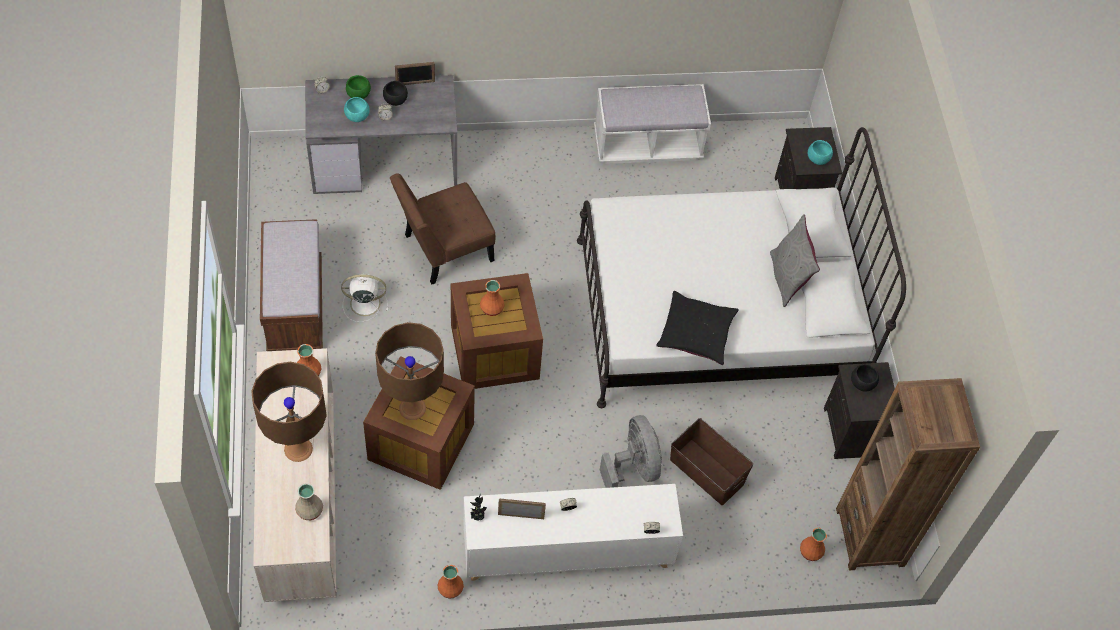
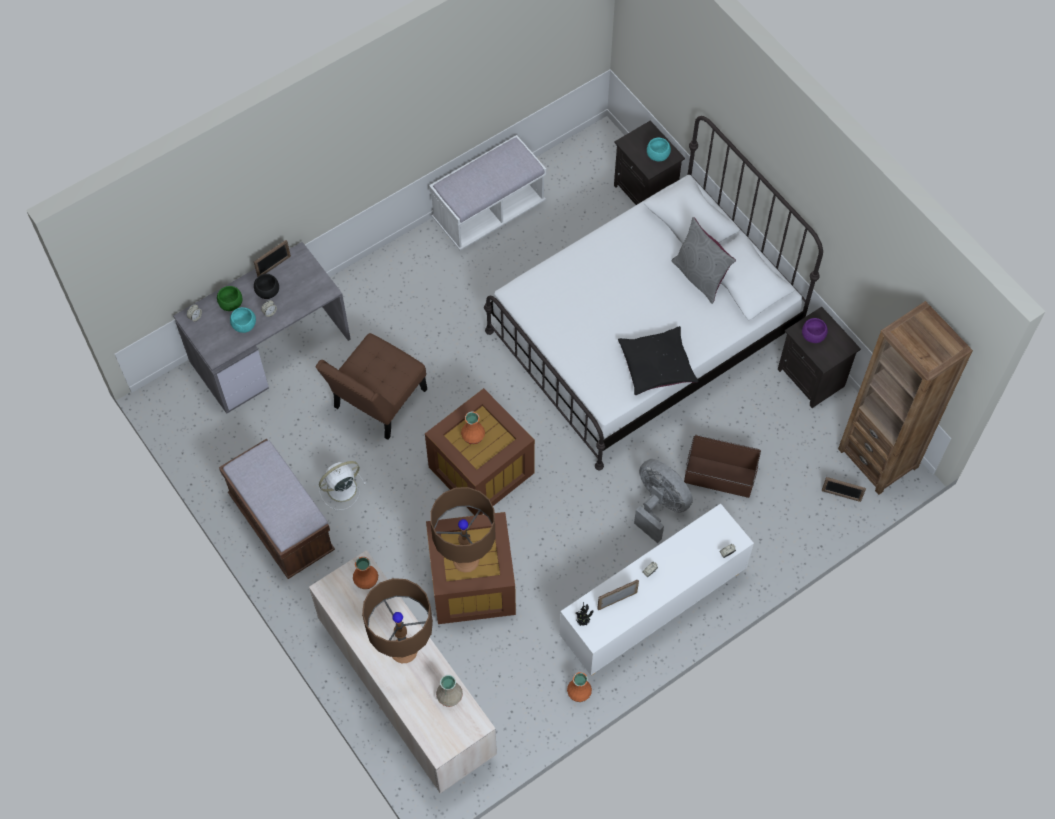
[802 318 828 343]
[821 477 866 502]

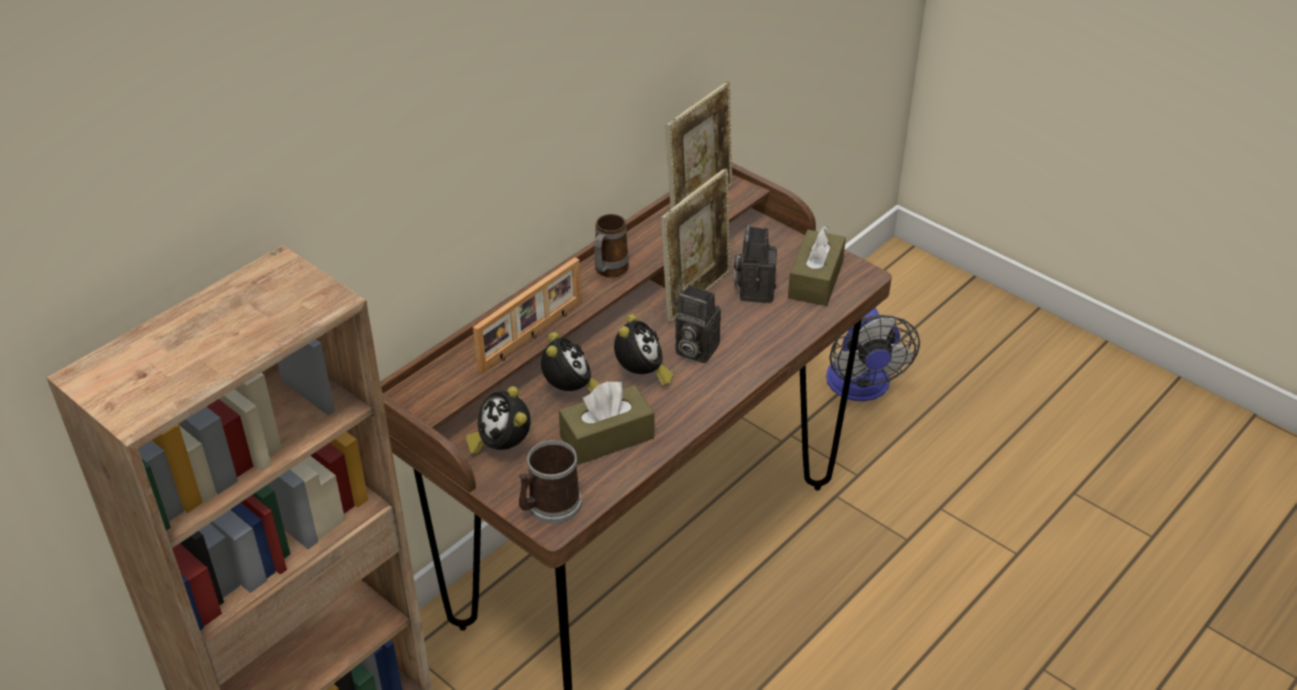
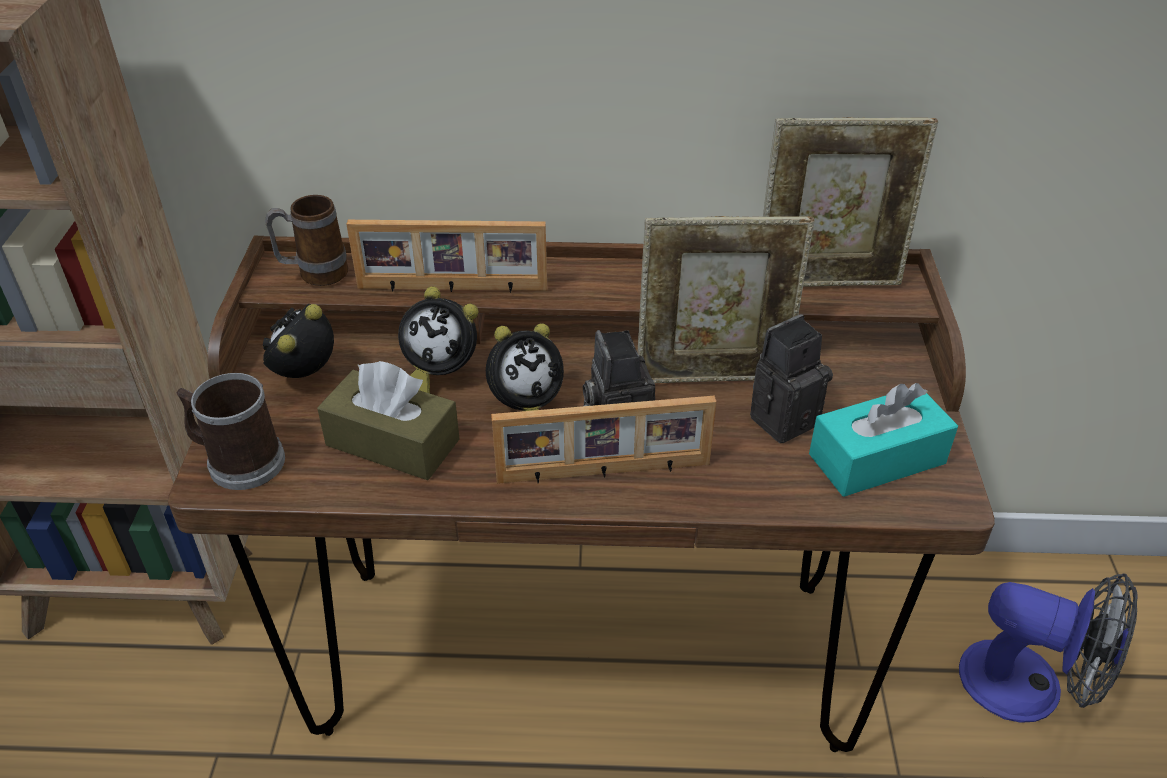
[265 195 348 286]
[398 286 478 393]
[491 396 716 484]
[809 383 958 497]
[959 574 1138 723]

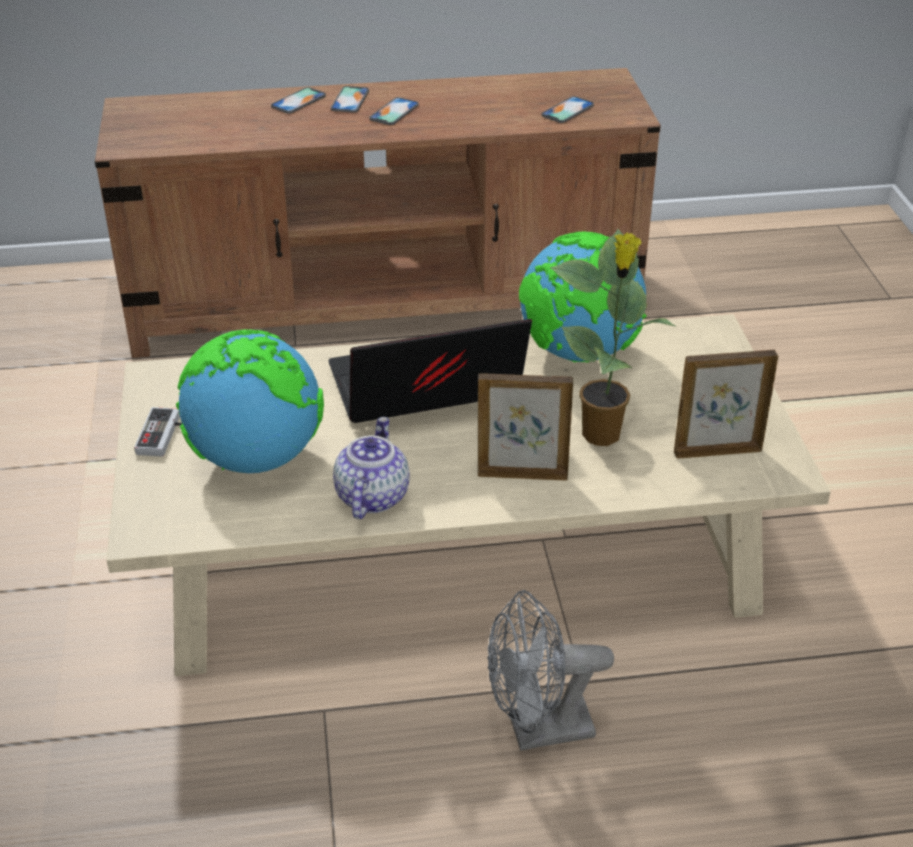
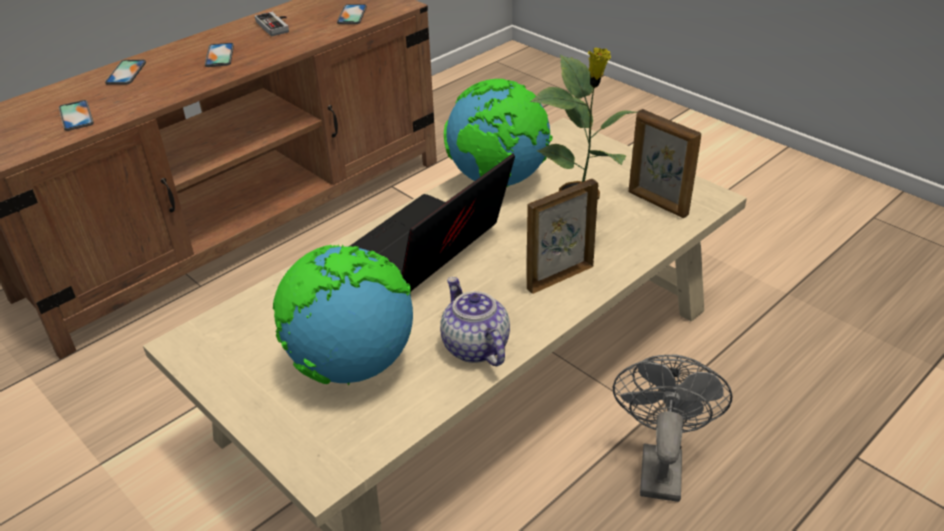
[59 100 94 131]
[255 12 289 36]
[613 355 732 502]
[629 109 701 218]

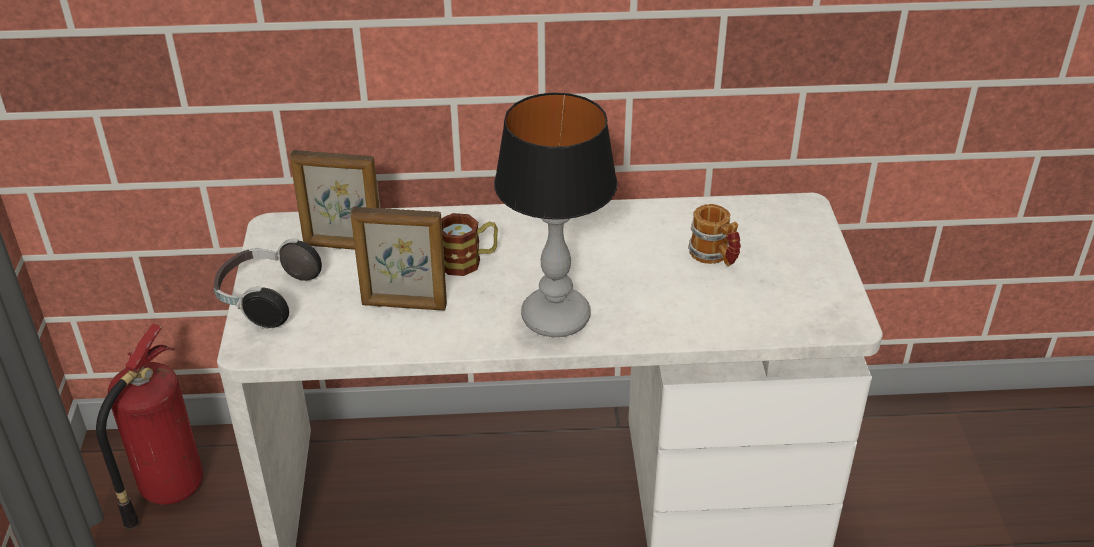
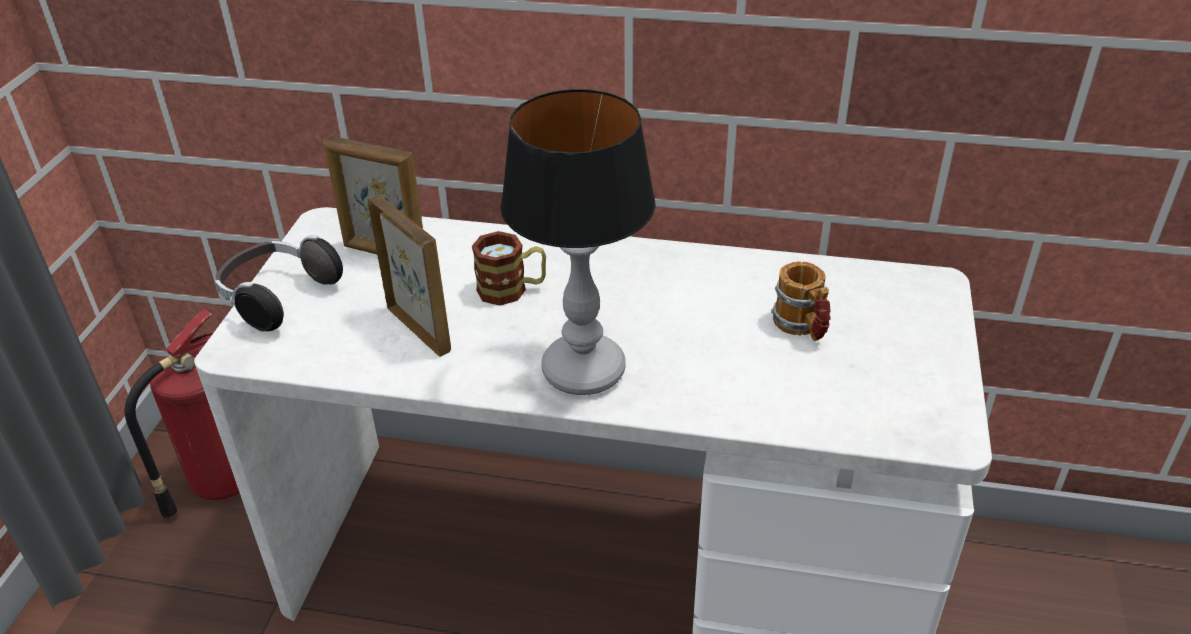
[368 195 451 357]

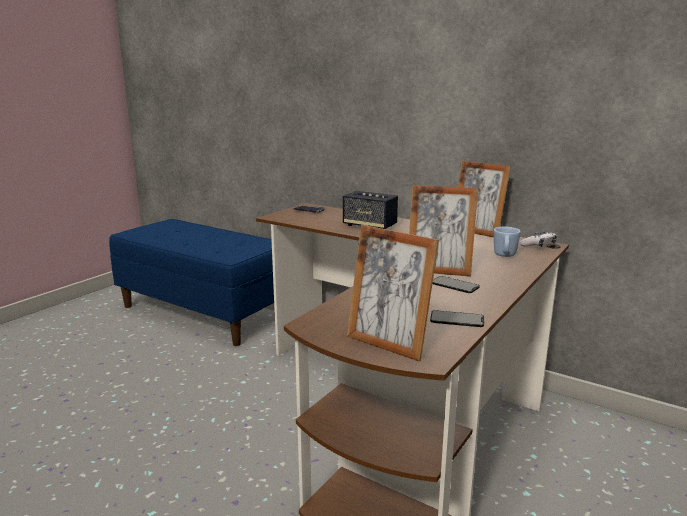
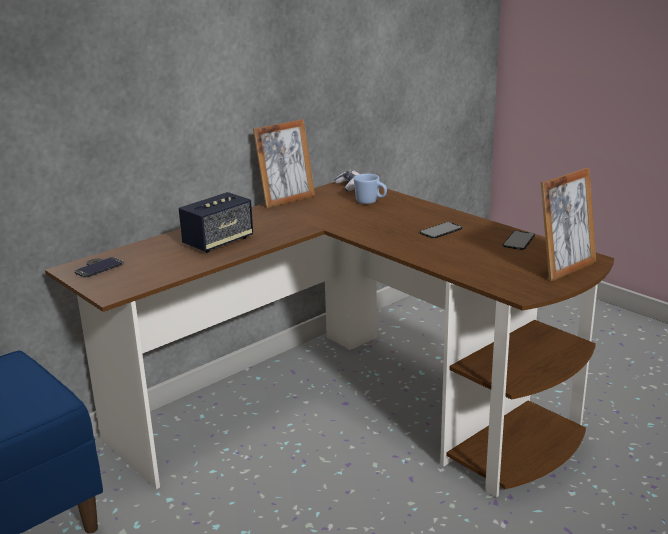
[409 185 478 277] (first image)

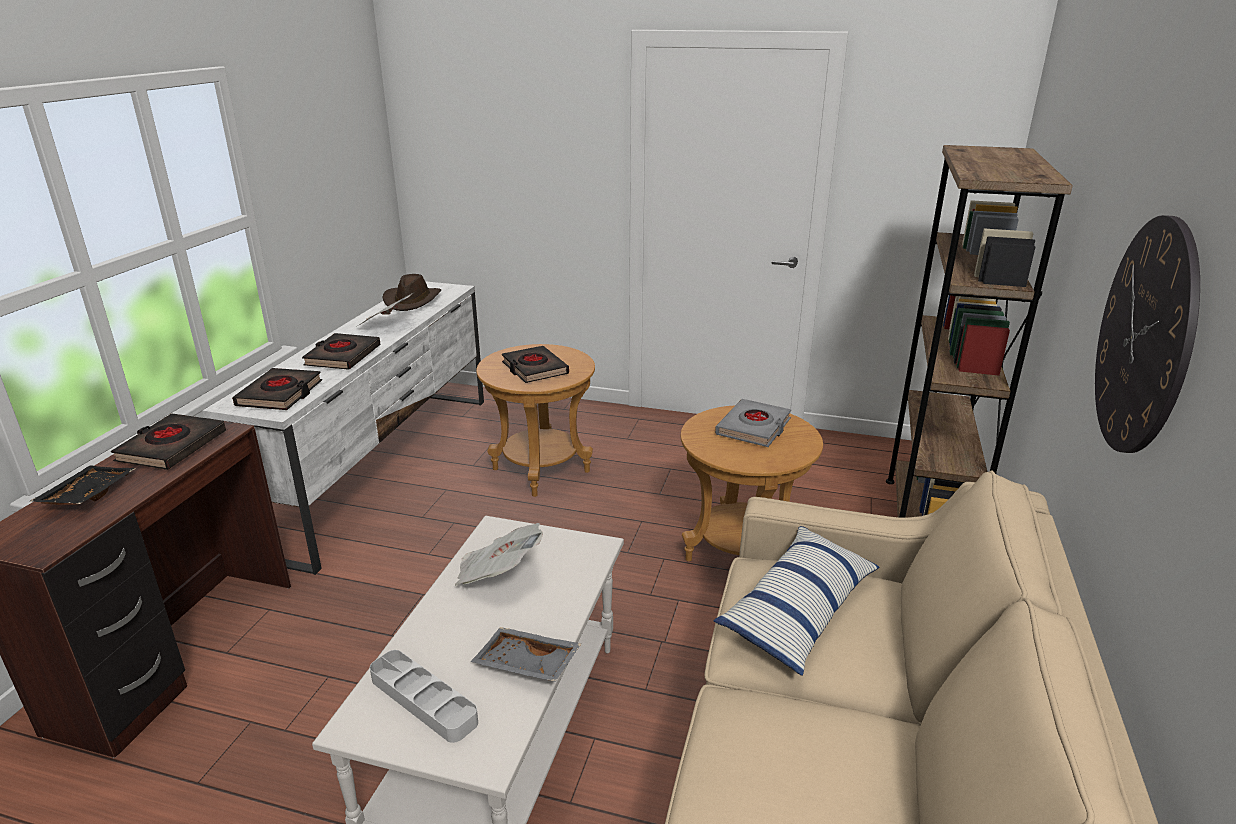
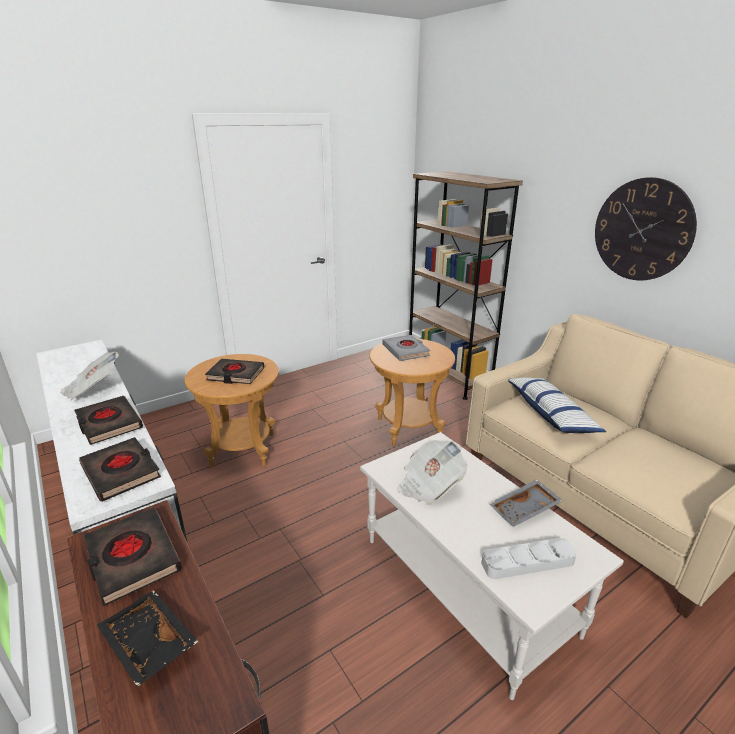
[382 274 441 311] (first image)

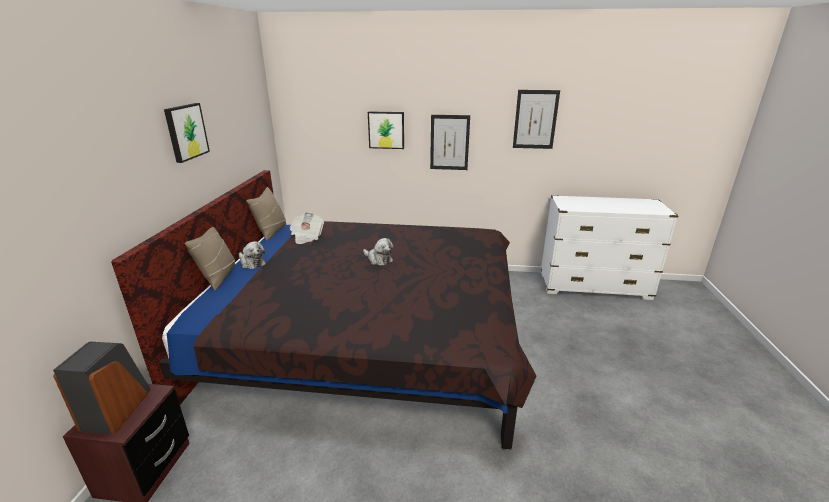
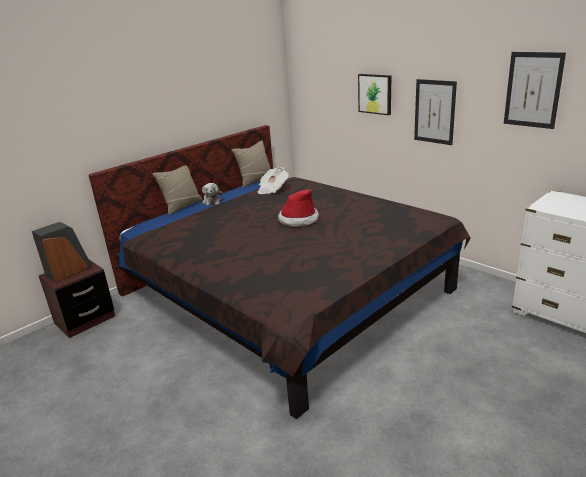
[278 190 319 227]
[164 103 210 163] (first image)

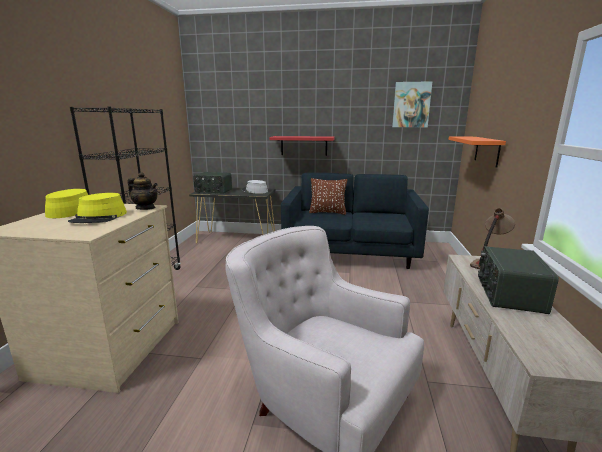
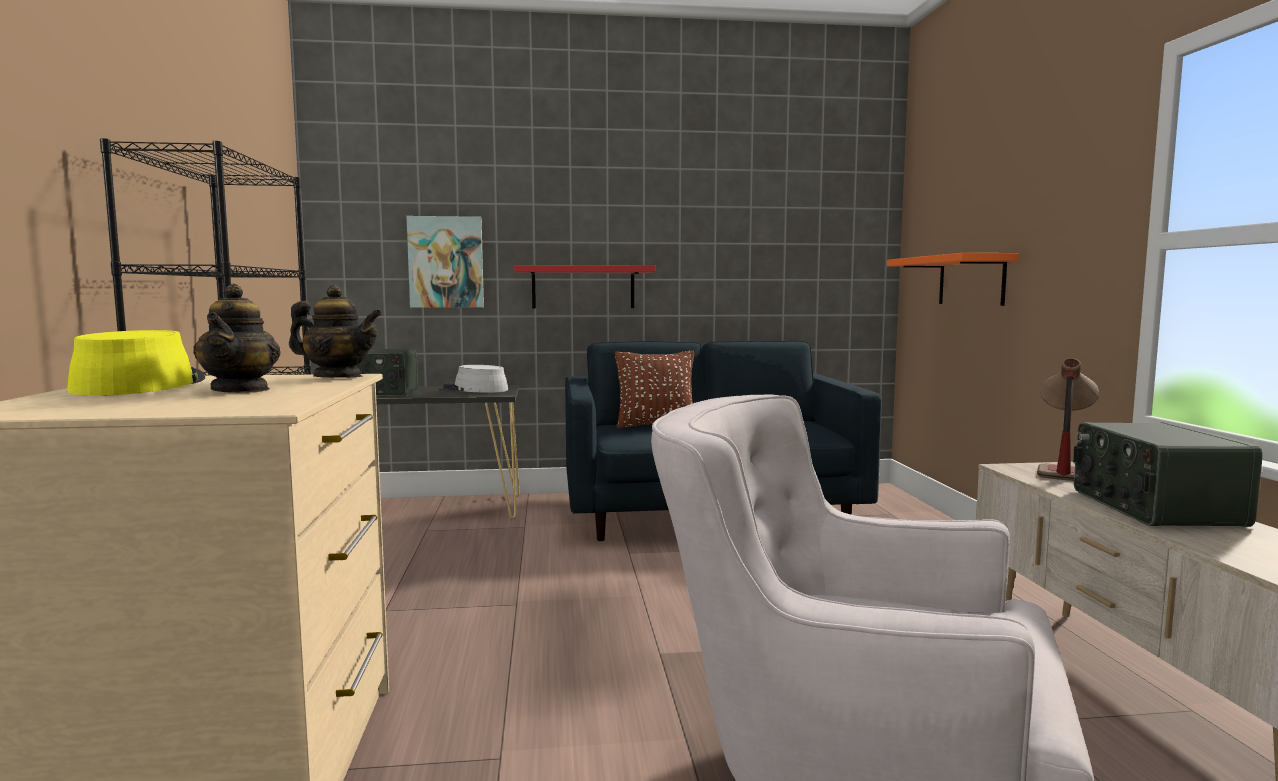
[193 284 281 393]
[406 216 484 308]

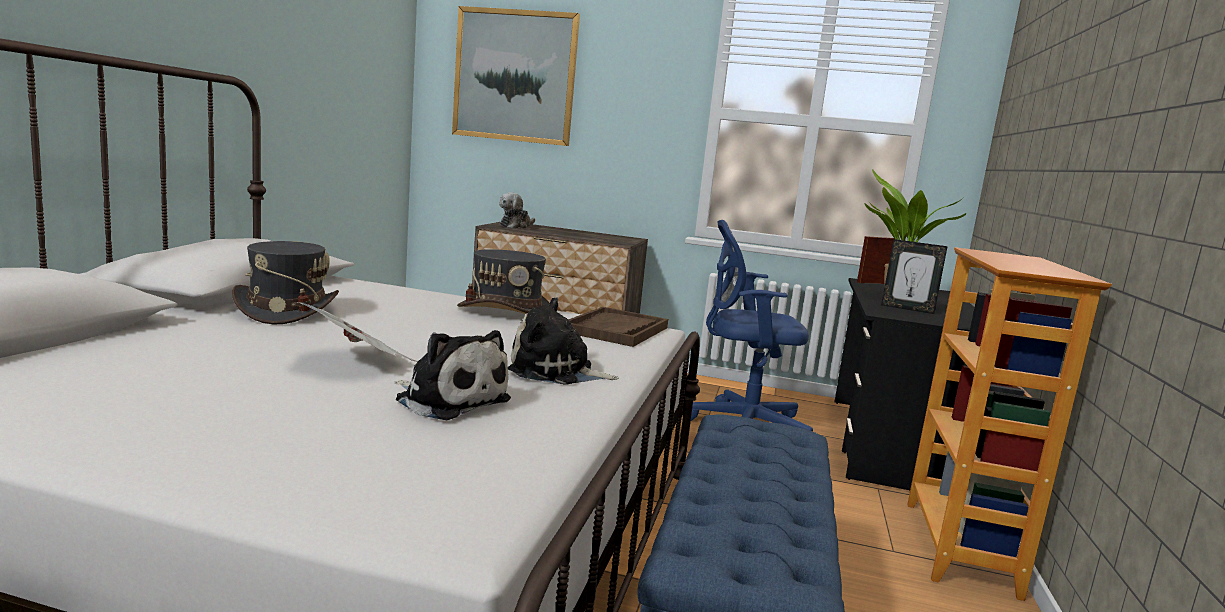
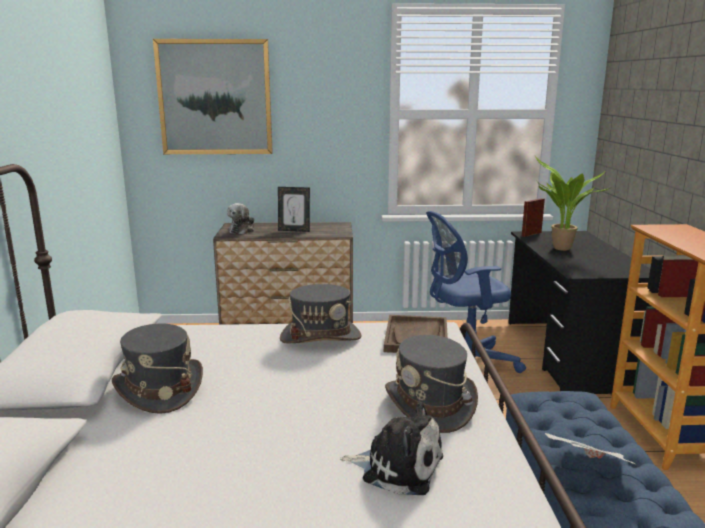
[278 187 310 232]
[385 335 478 433]
[545 433 639 466]

